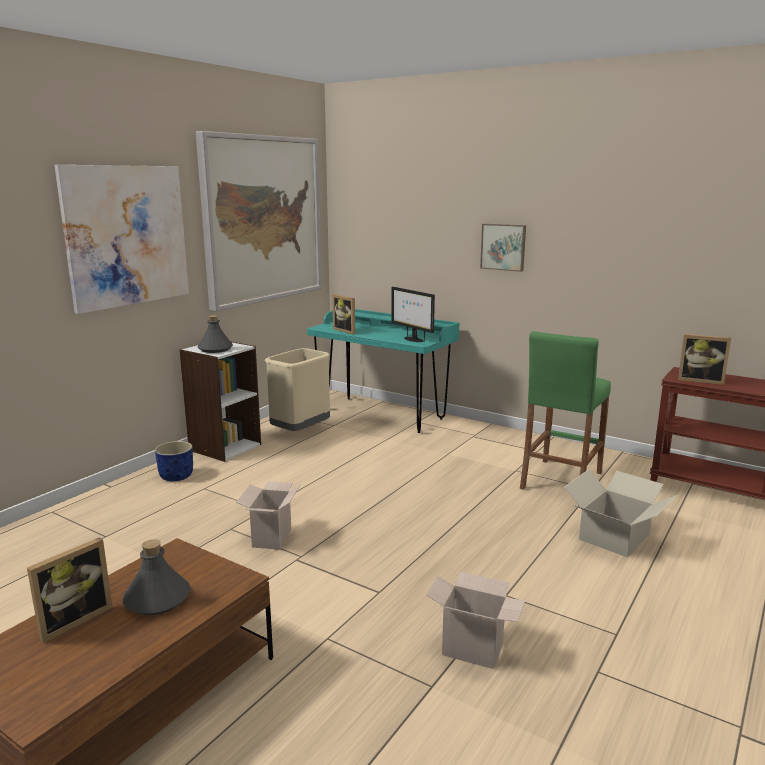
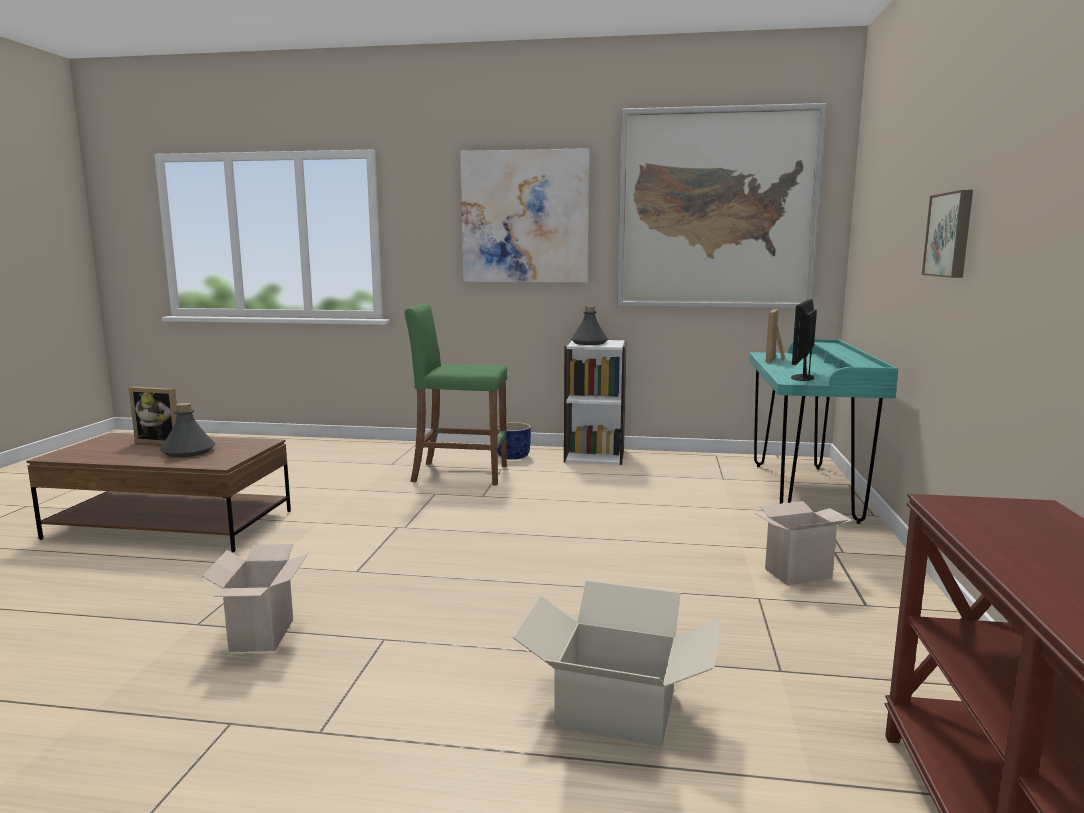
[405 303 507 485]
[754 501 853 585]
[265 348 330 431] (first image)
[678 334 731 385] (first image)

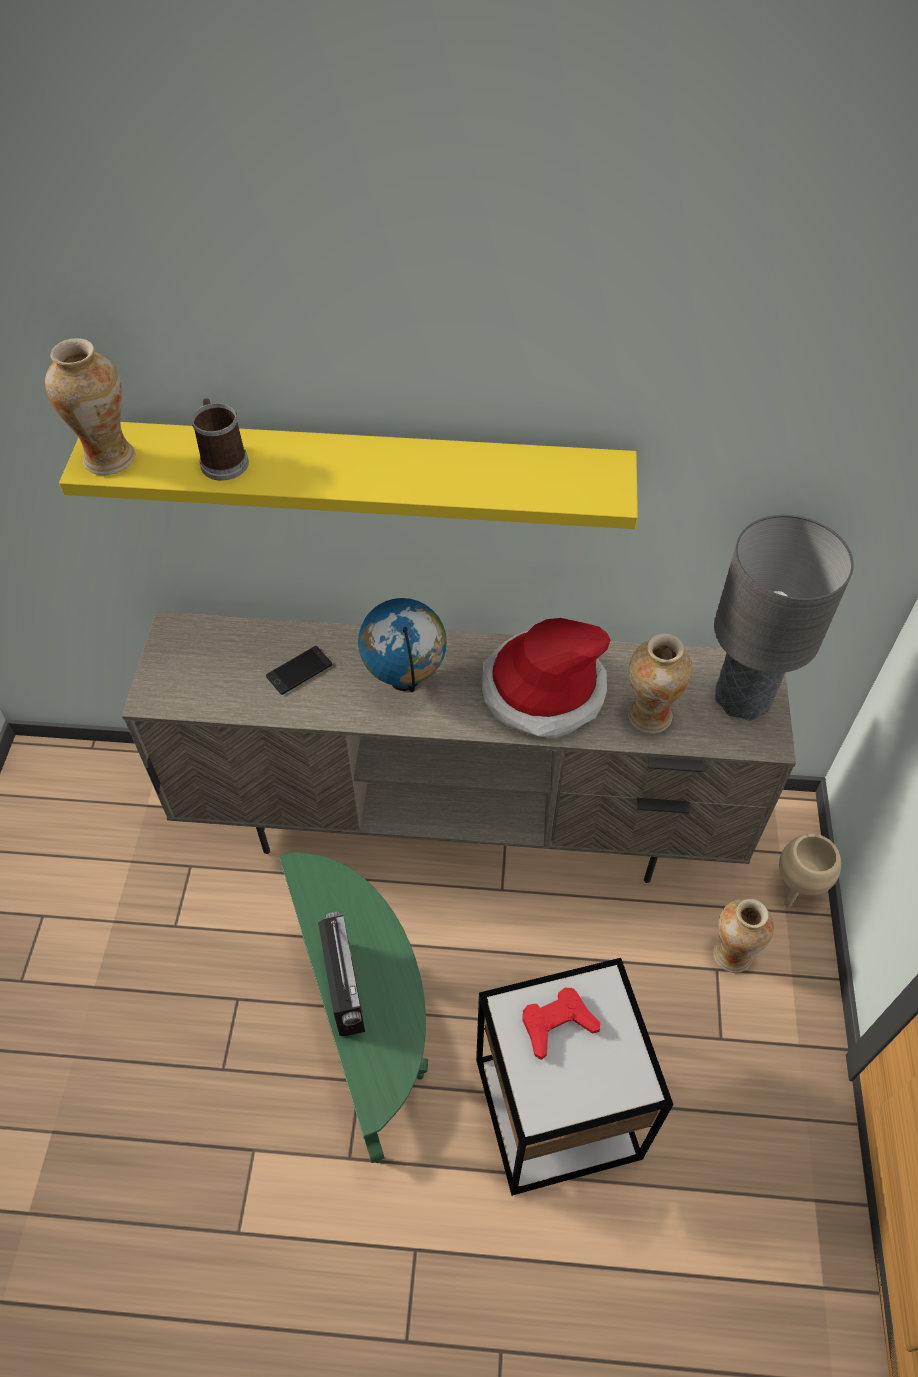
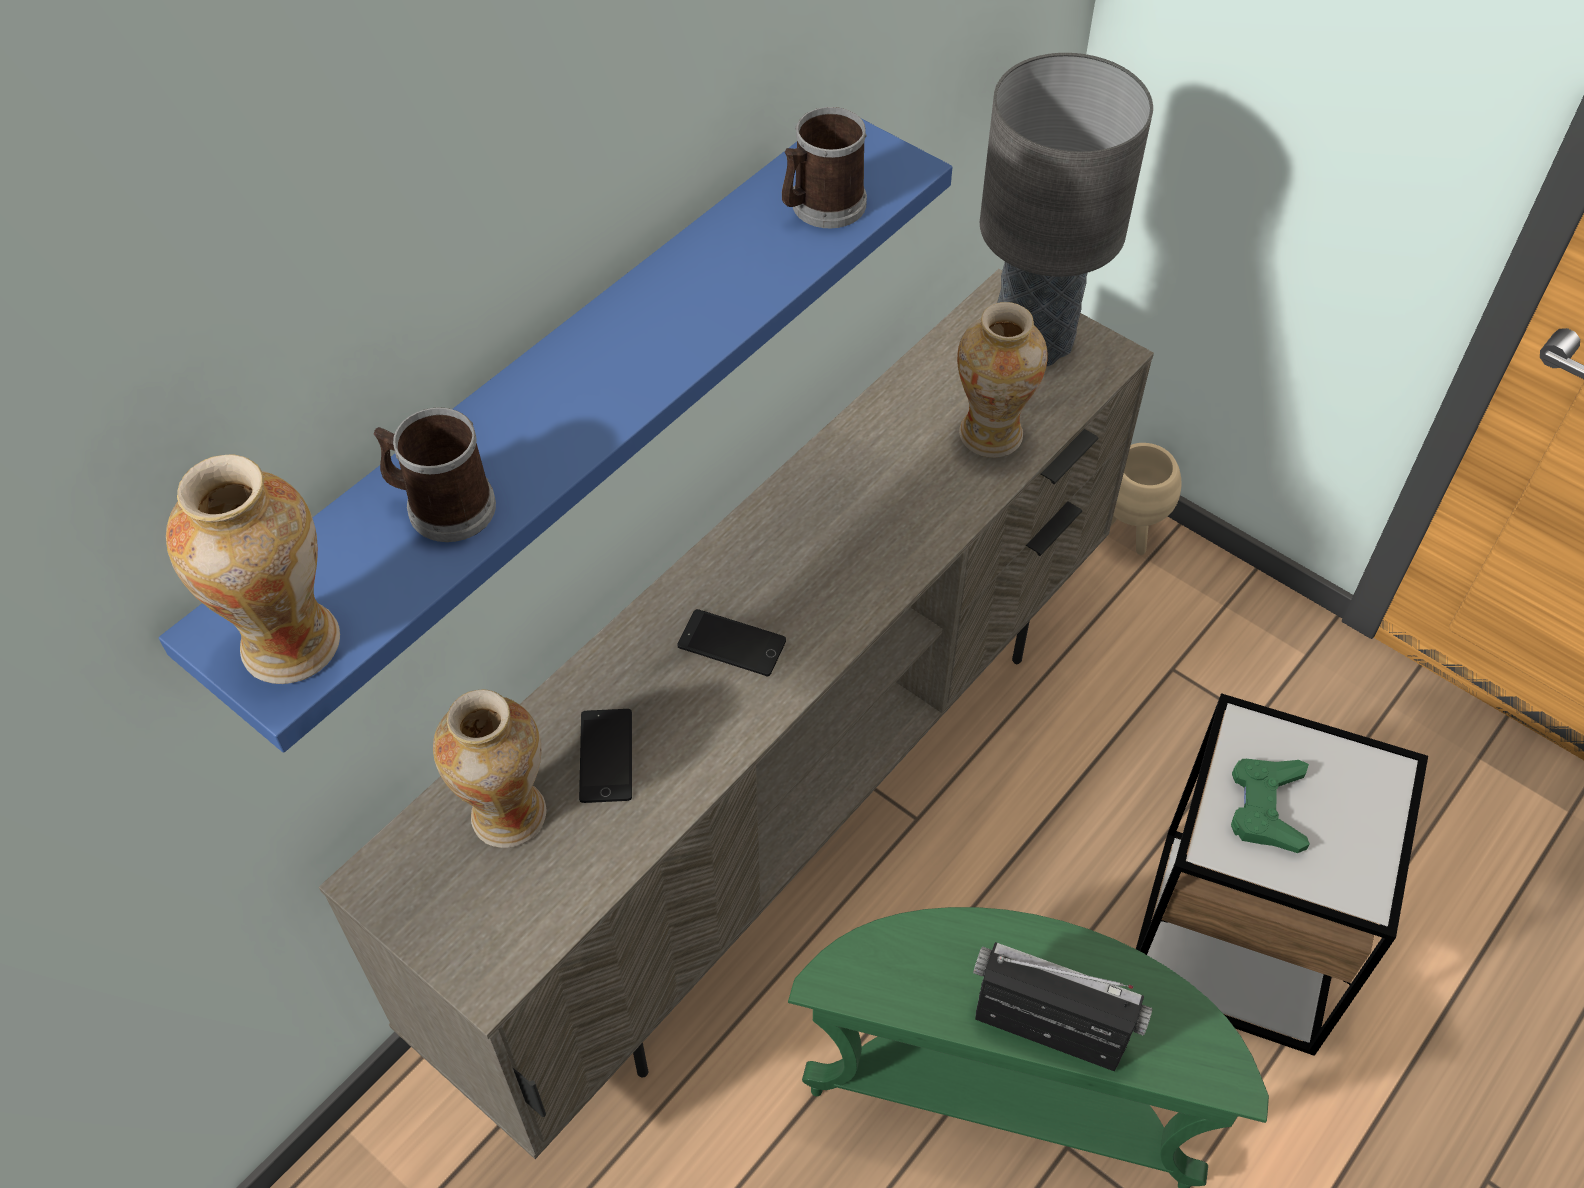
[159 119 953 753]
[433 689 546 848]
[677 609 786 677]
[782 107 867 228]
[1231 759 1310 853]
[481 618 610 739] (first image)

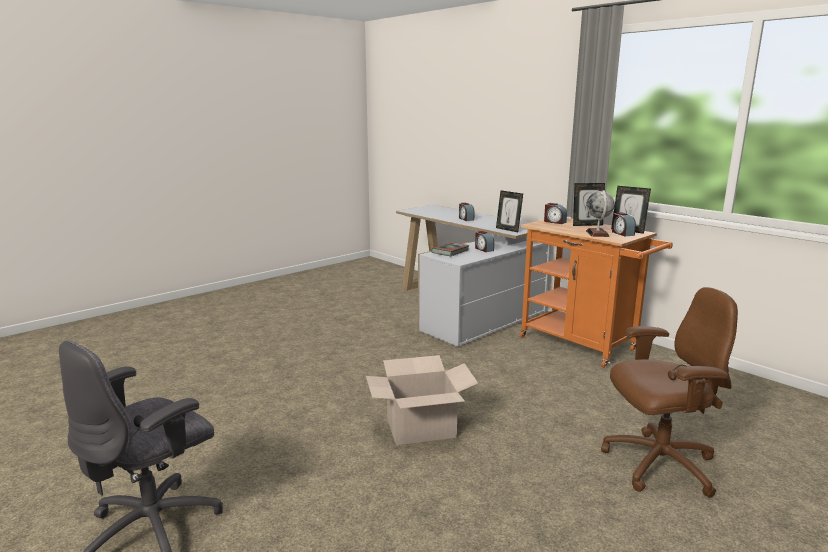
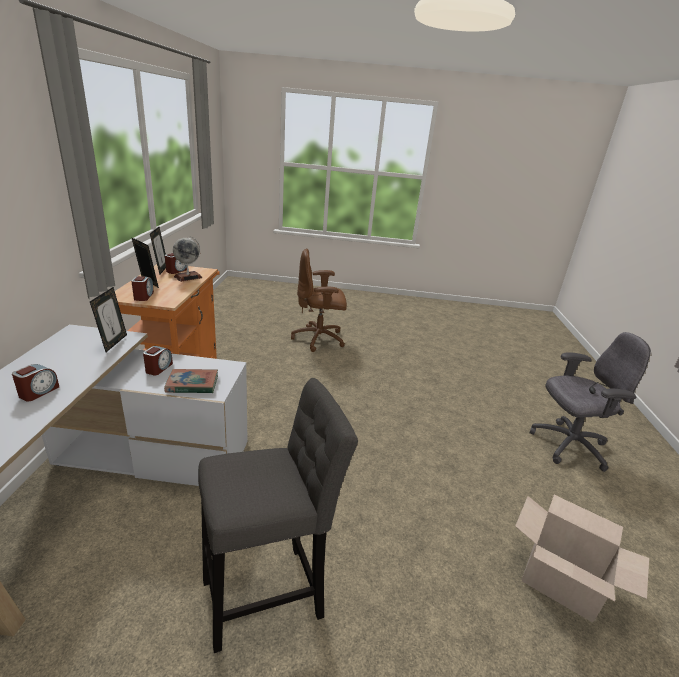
[198 378 358 653]
[291 249 347 352]
[515 495 649 622]

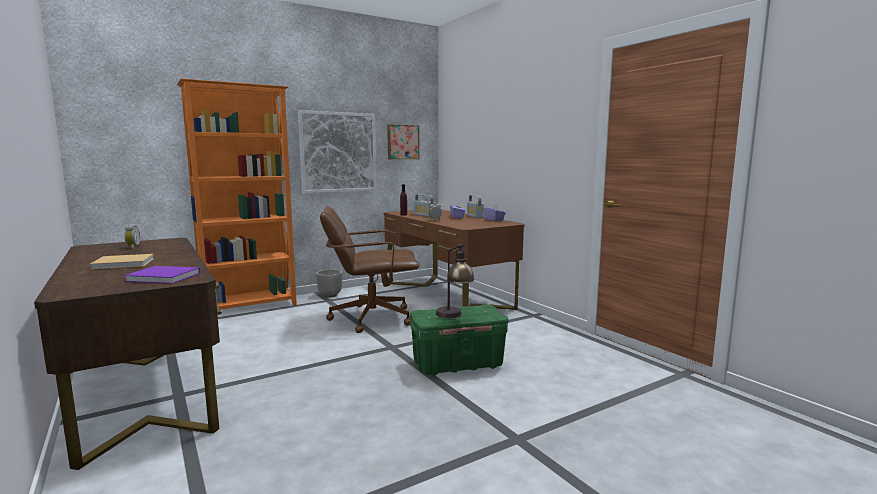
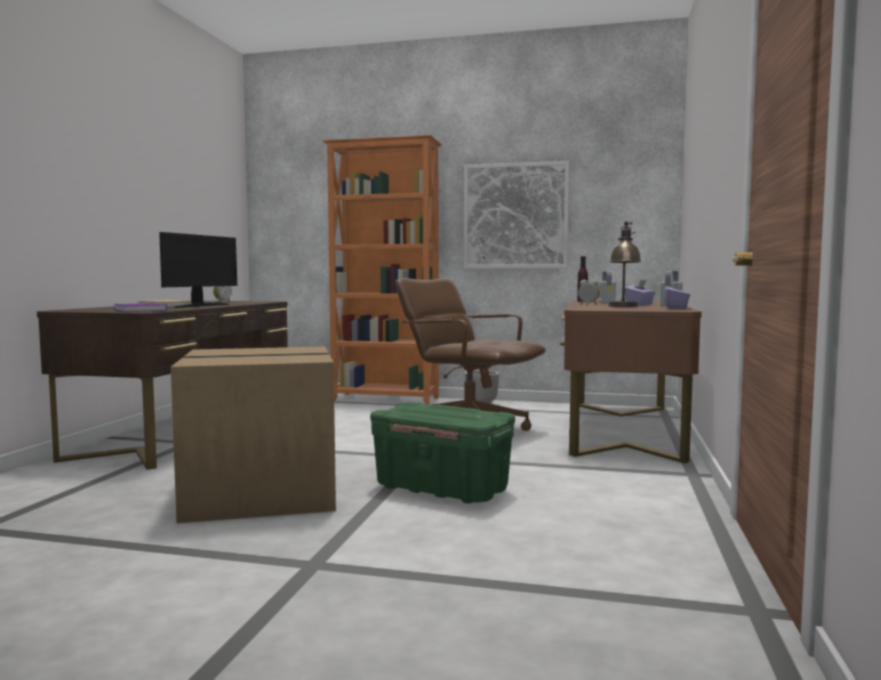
[159 232 237 308]
[171 347 336 523]
[608 221 641 307]
[387 124 419 159] (first image)

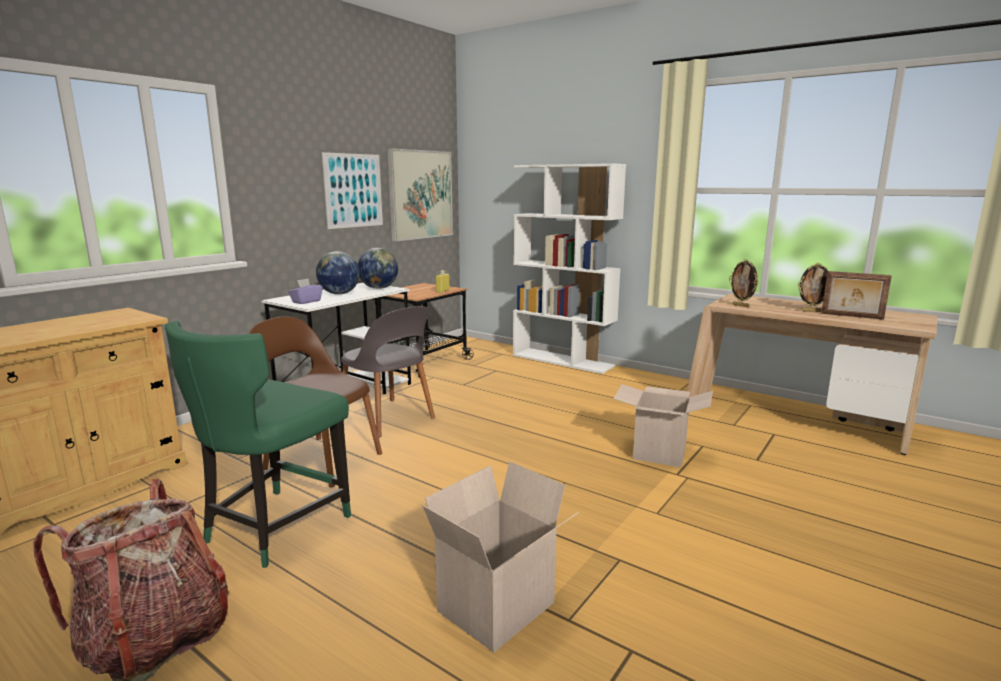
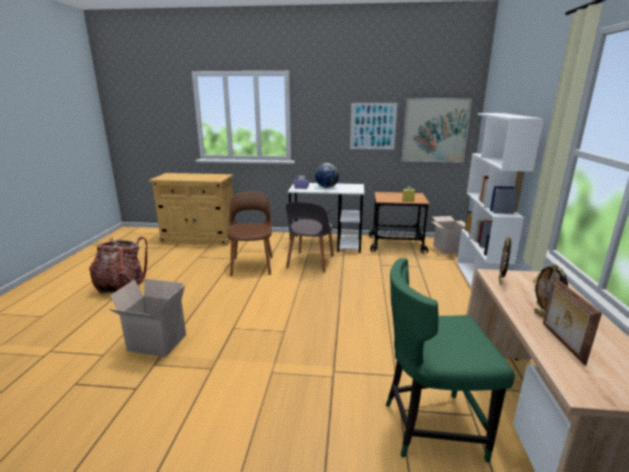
[386 258 515 462]
[431 216 466 254]
[358 248 398 289] (first image)

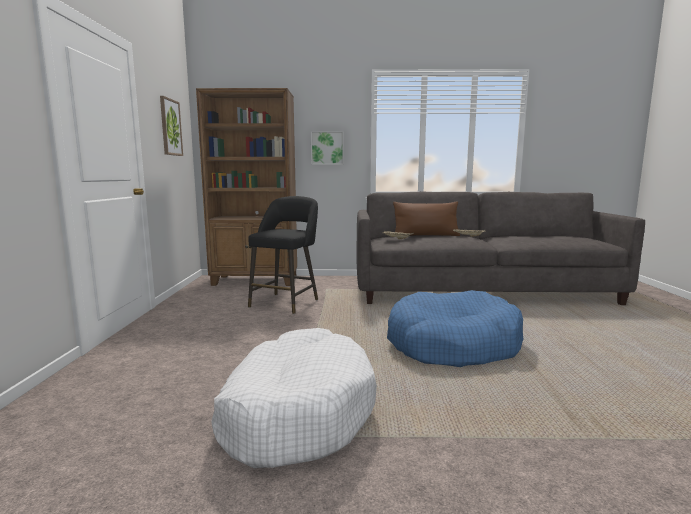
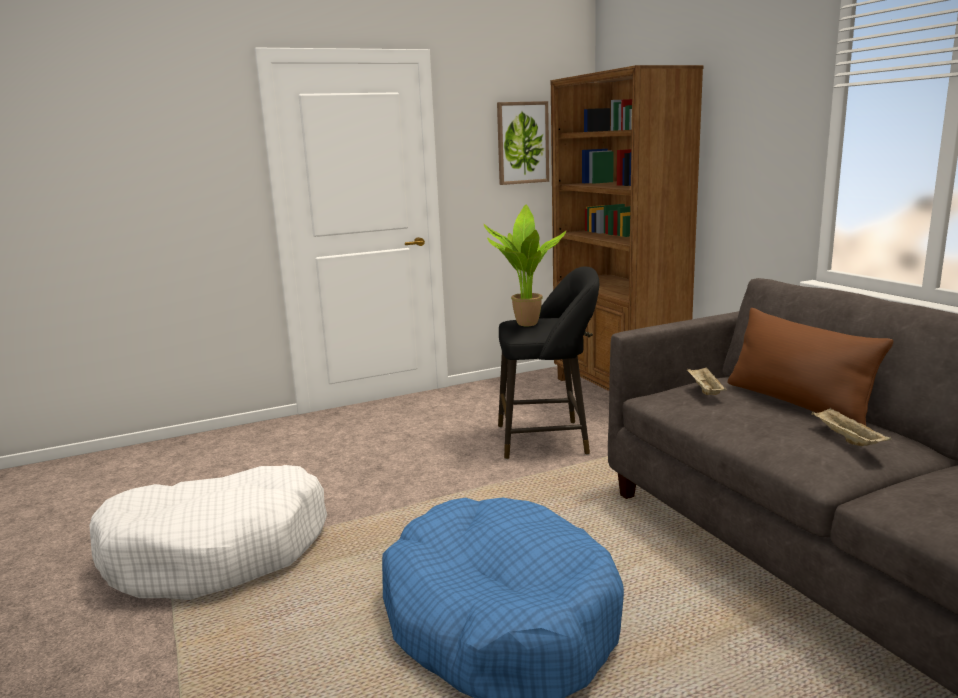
[484 205 566 326]
[311 131 344 165] (first image)

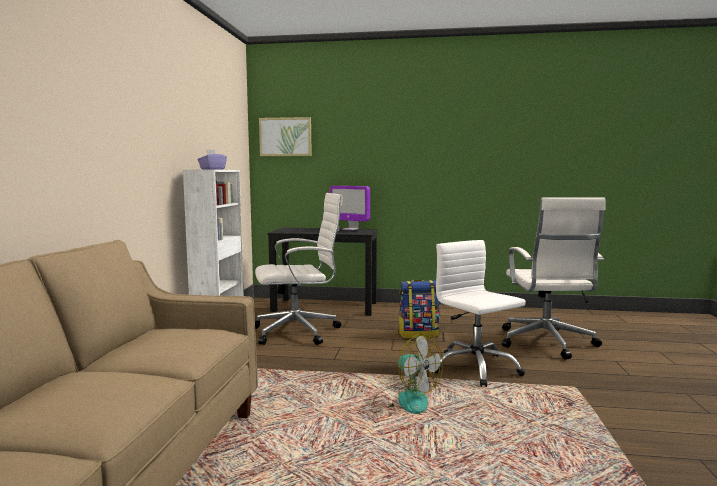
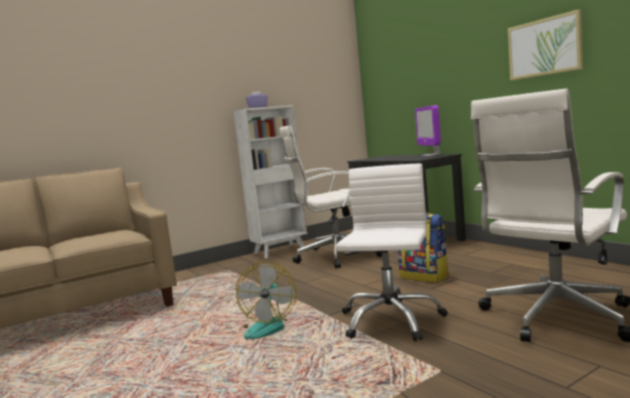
[279 125 382 269]
[508 9 583 81]

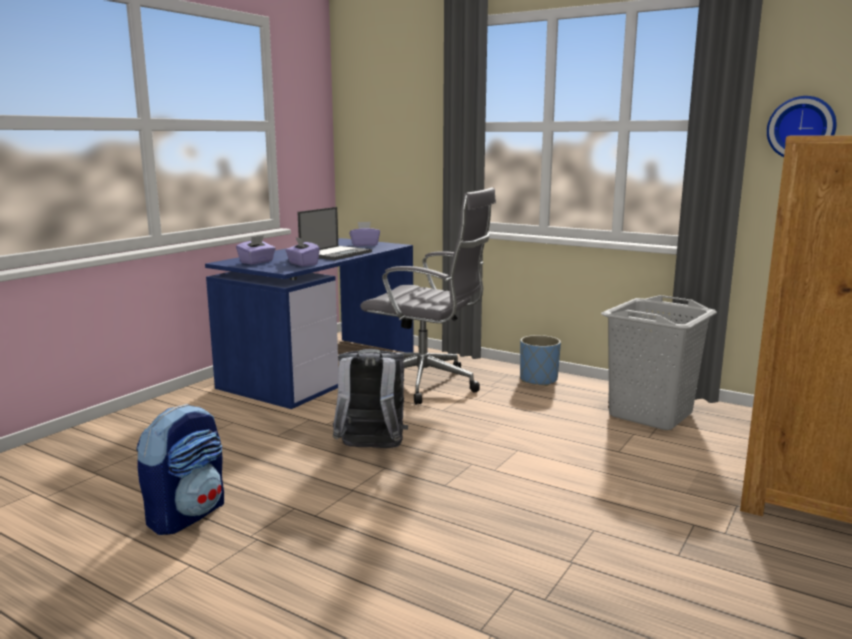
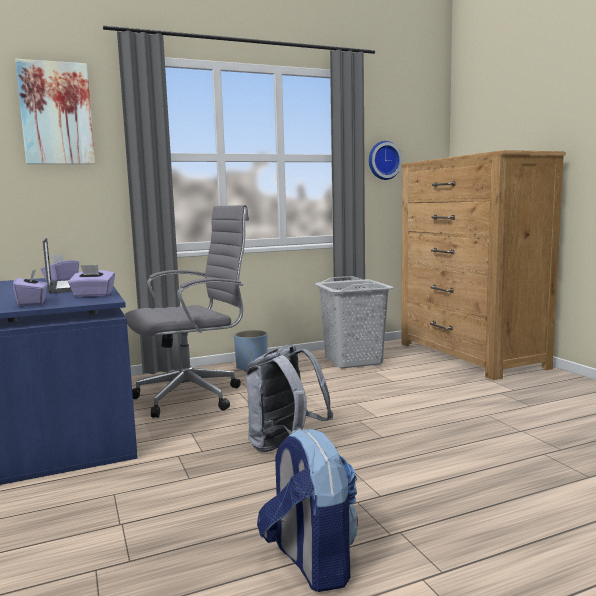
[15 59 95 164]

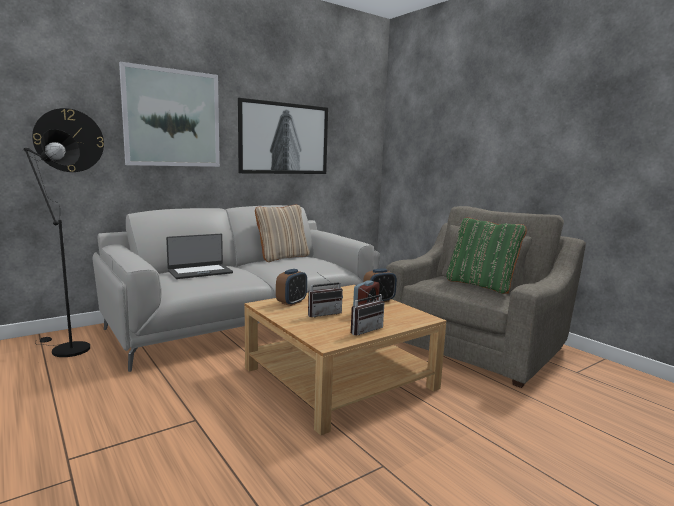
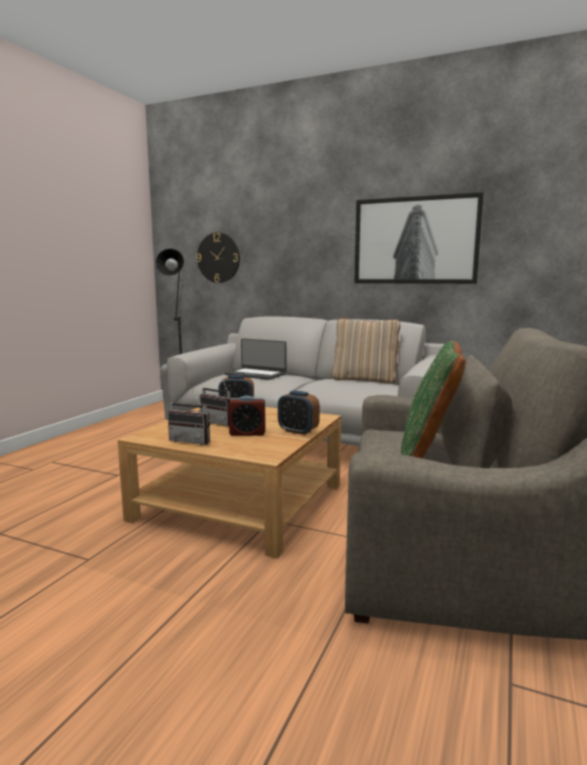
[119 62 220 167] (first image)

